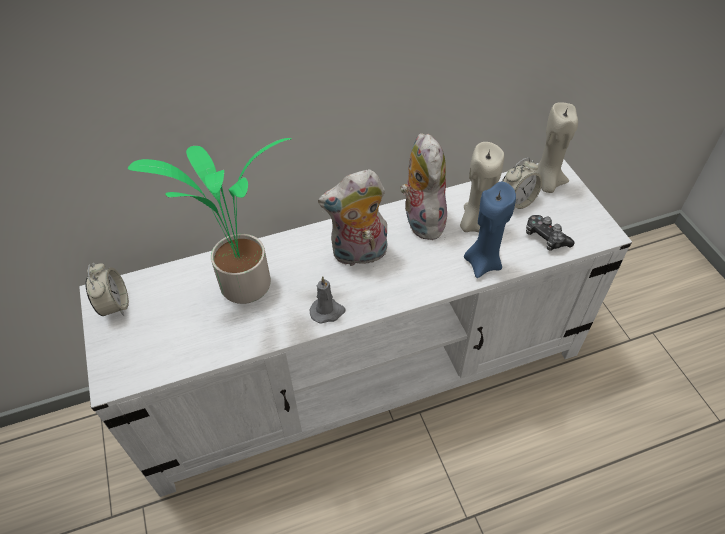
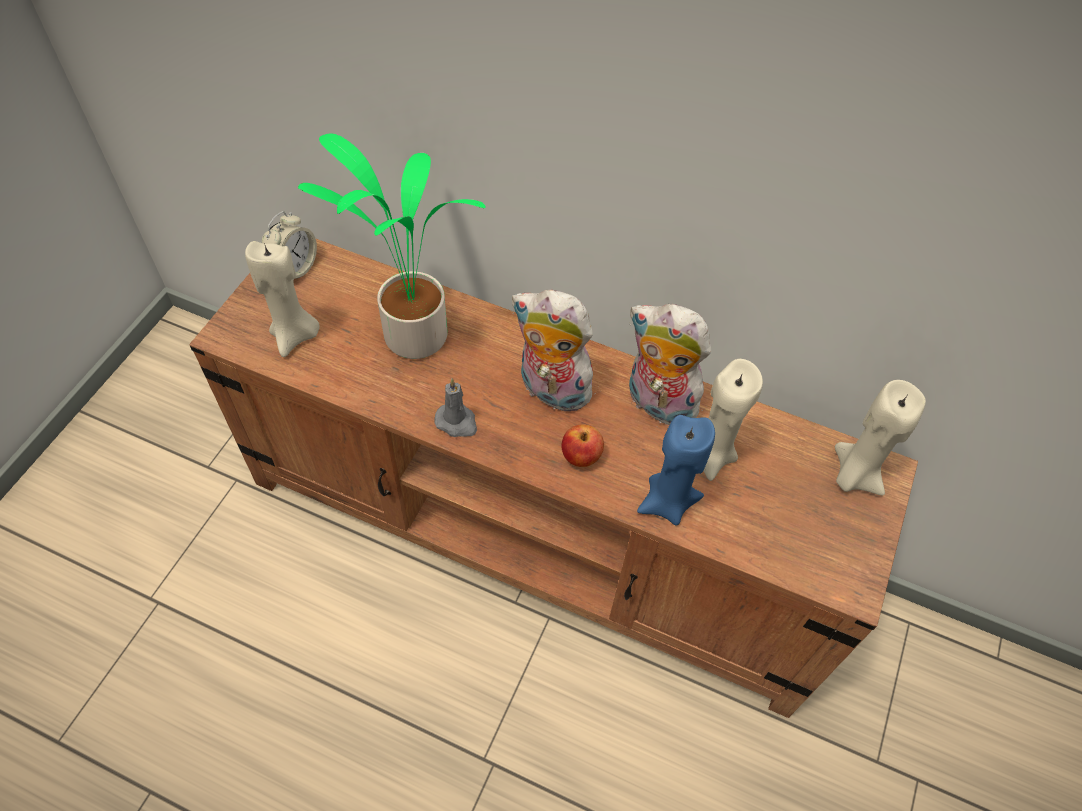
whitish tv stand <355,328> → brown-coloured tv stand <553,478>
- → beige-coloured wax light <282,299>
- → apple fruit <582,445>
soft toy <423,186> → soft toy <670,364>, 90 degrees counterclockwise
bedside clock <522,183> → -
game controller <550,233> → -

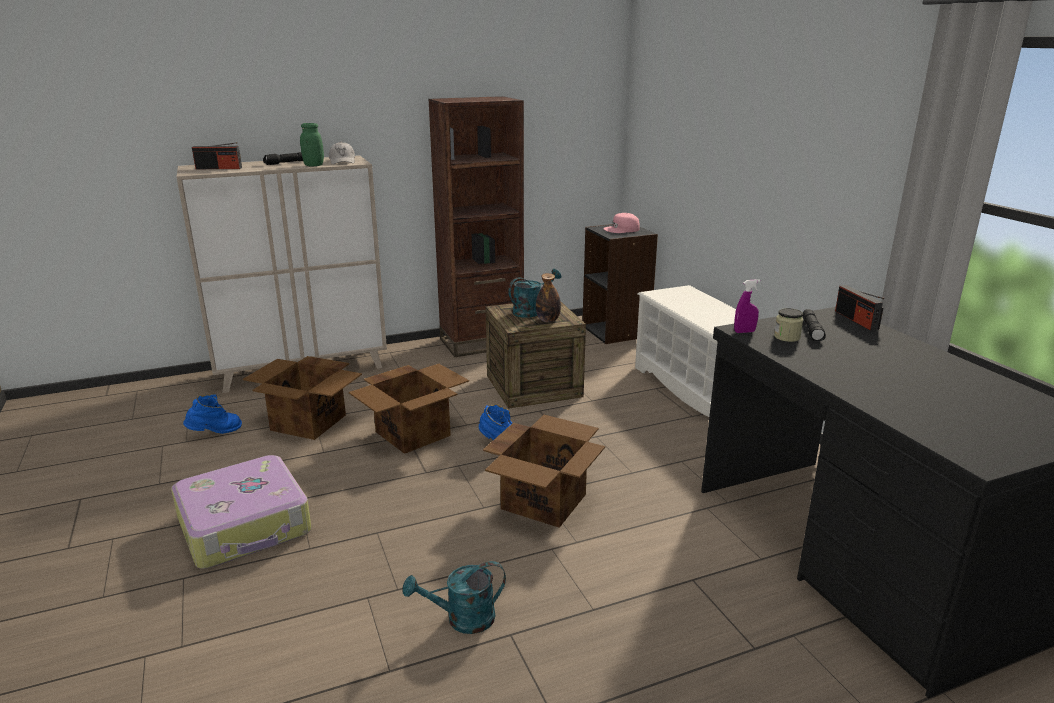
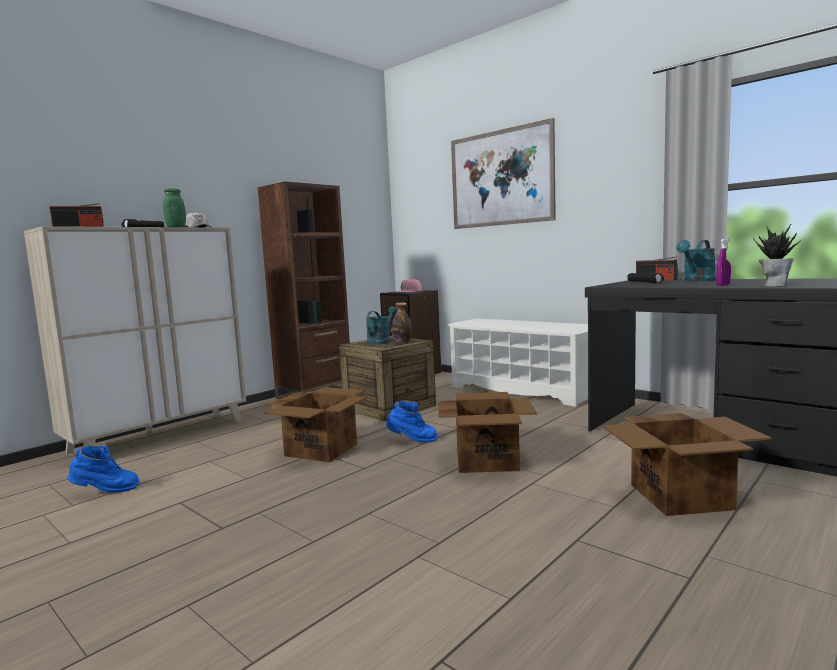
bluish high-top boot <212,414> → bluish high-top boot <103,469>, 45 degrees clockwise
- → picture <503,173>
packing box <302,398> → packing box <687,464>, move
turquoise-coloured watering pot <454,597> → turquoise-coloured watering pot <696,261>, move
purple sprayer <747,306> → purple sprayer <723,262>, move
- → houseplant <777,255>
suitcase <241,512> → -
jar <788,325> → -

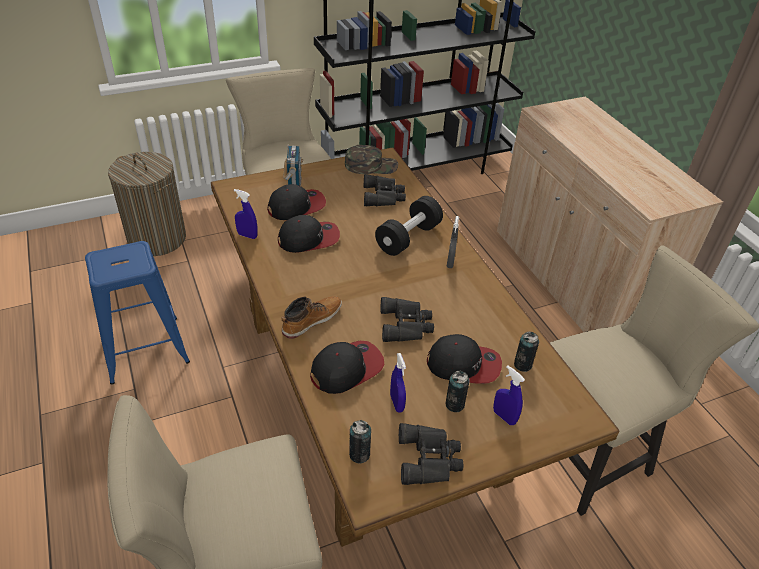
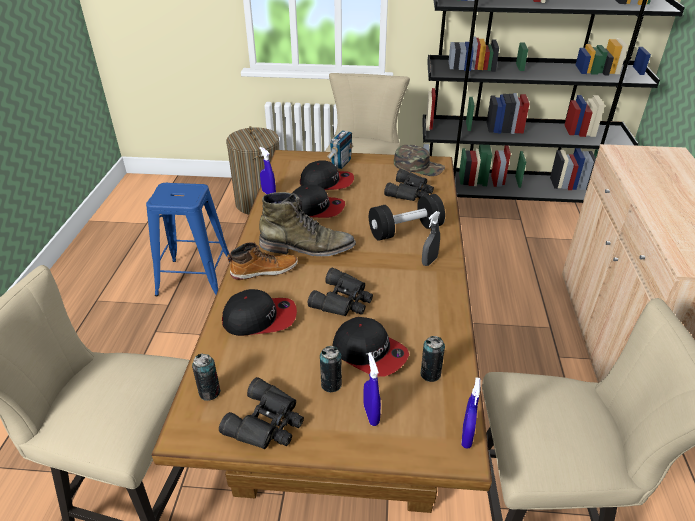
- → green high-top boot <307,224>
bluish sprayer <398,383> → bluish sprayer <471,413>, move

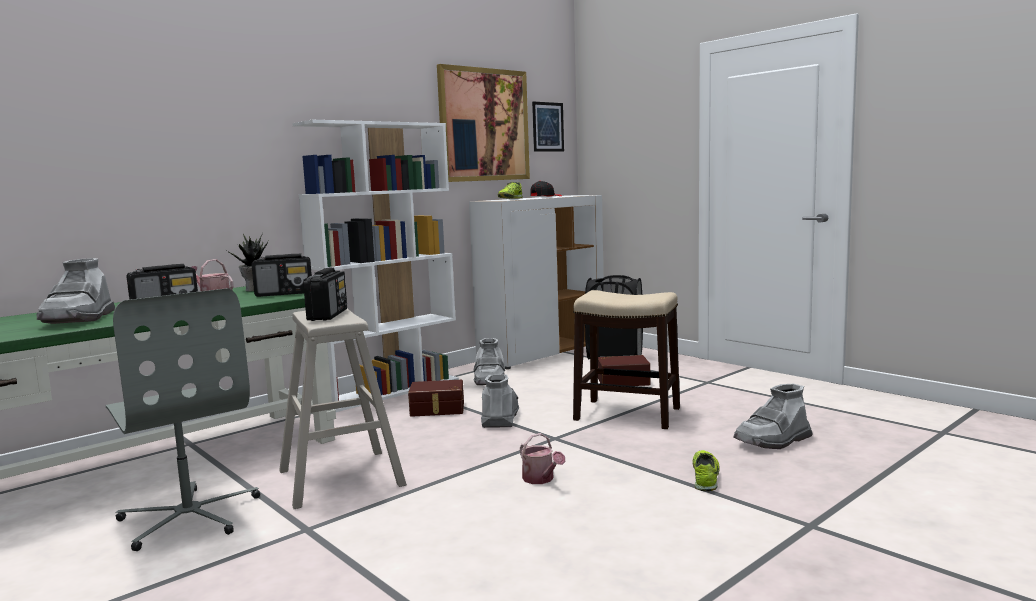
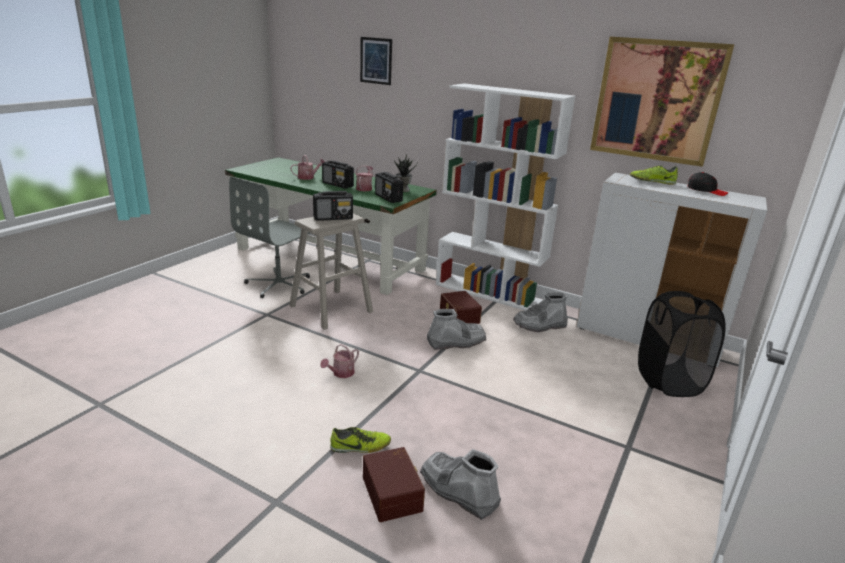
greyish high-top boot <76,291> → watering pot <307,167>
picture <548,126> → picture <376,61>, move
brown-coloured storage container <624,370> → brown-coloured storage container <394,484>, move
sitting stool <626,359> → -

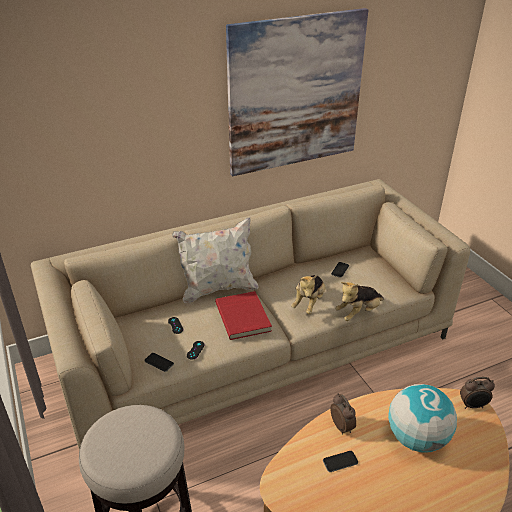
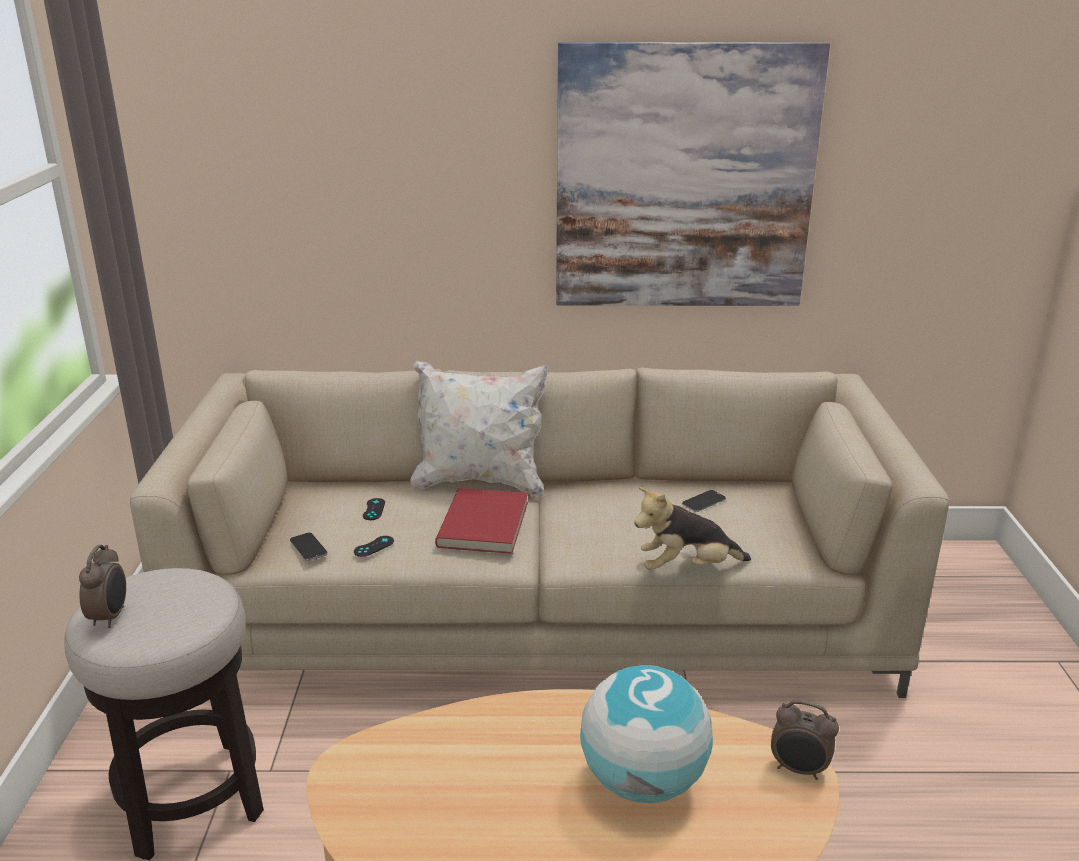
bedside clock <343,414> → bedside clock <102,586>, move
soft toy <308,294> → -
phone <340,461> → -

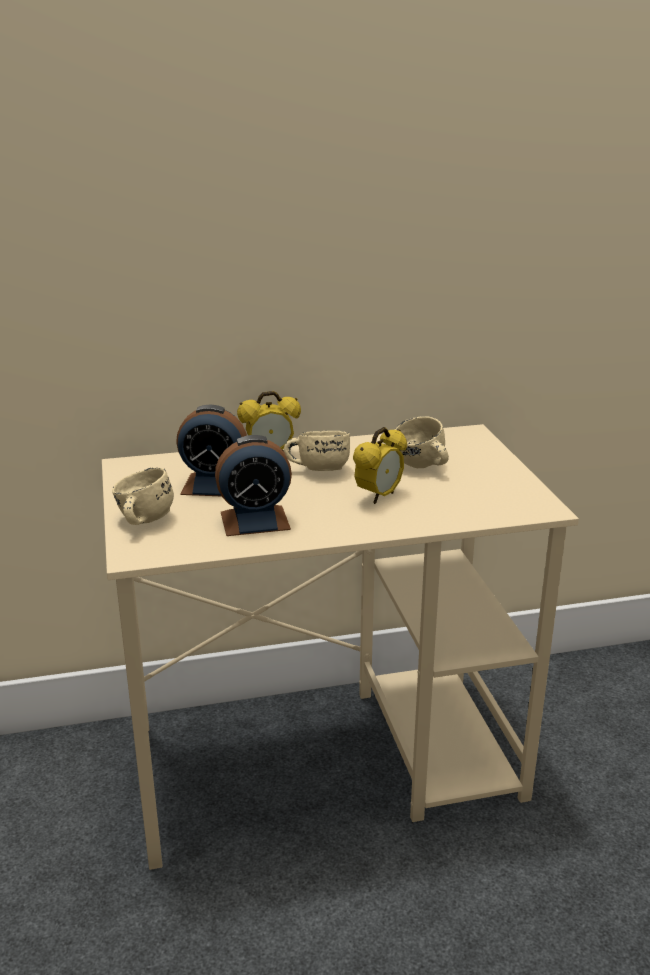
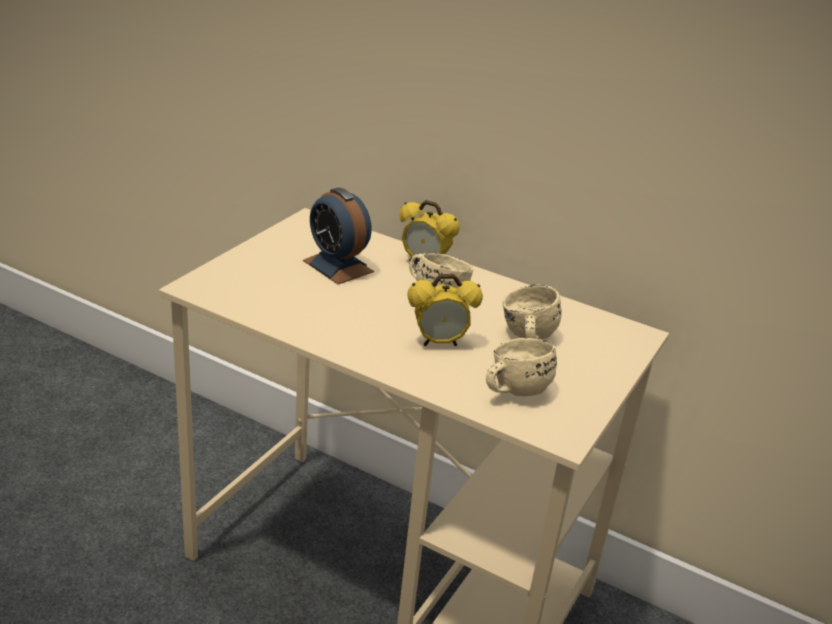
beige-coloured mug <143,496> → beige-coloured mug <521,367>, move
bedside clock <253,485> → -

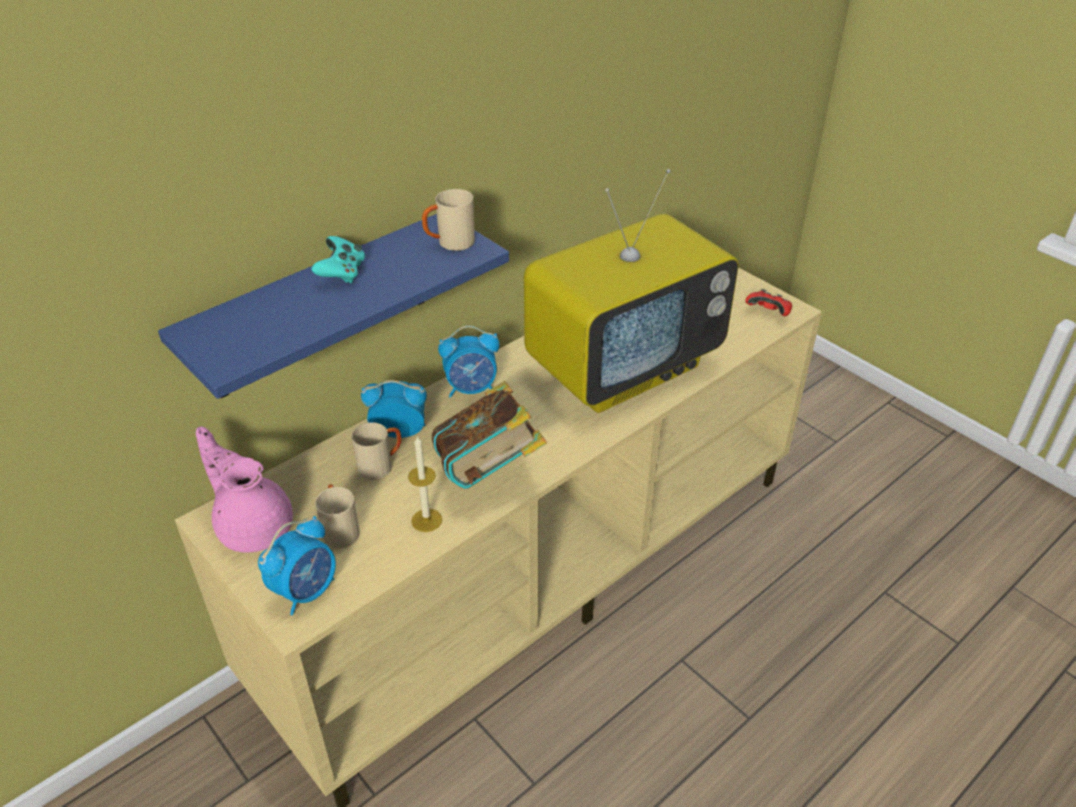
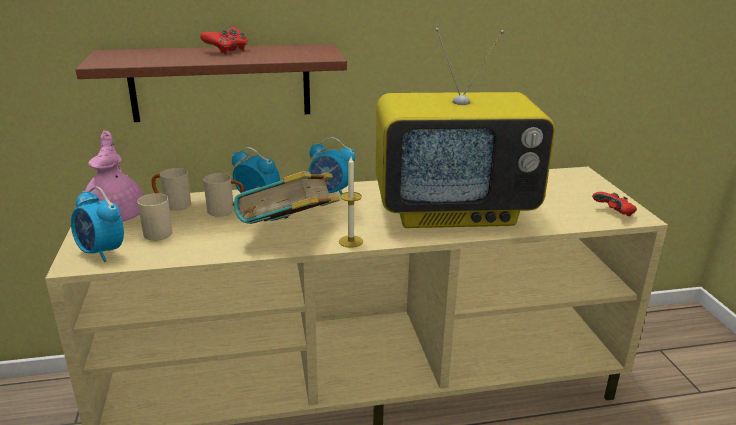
bedside clock <297,565> → bedside clock <97,224>, 60 degrees clockwise
bluish bracket shelf <333,306> → brown-coloured bracket shelf <211,83>
beige-coloured mug <448,220> → beige-coloured mug <171,189>, move
turquoise-coloured game controller <338,260> → reddish game controller <224,40>
wax light <425,483> → wax light <351,202>, move

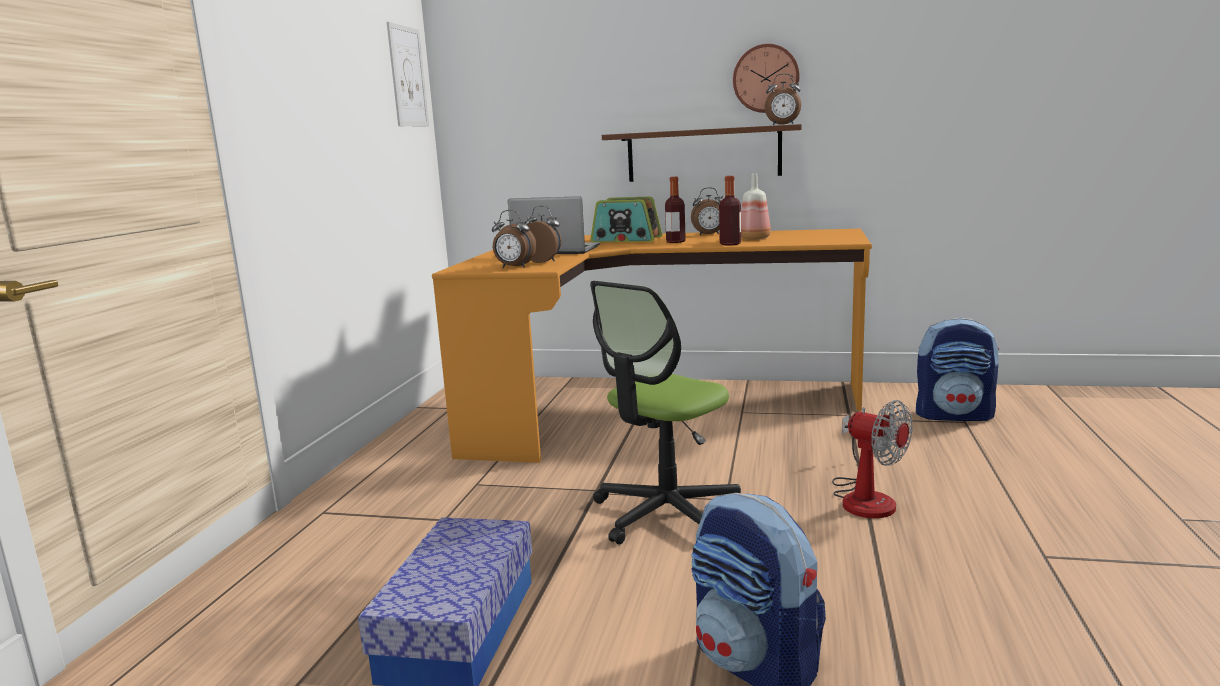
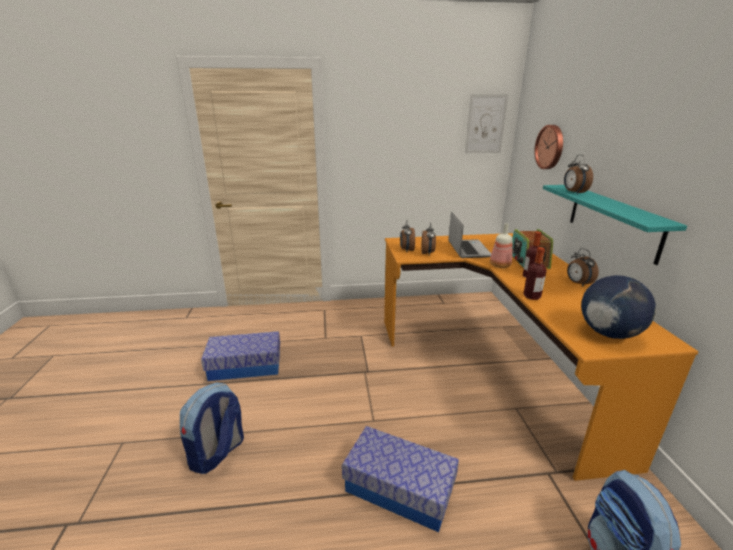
fan <872,459> → storage container <400,479>
drink bottle <756,207> → drink bottle <501,245>, move
hanging clock <766,78> → hanging clock <548,147>, move
brown-coloured bracket shelf <702,153> → turquoise-coloured bracket shelf <615,225>
bedside clock <783,99> → bedside clock <578,175>, move
- → world globe <618,307>
desk chair <665,413> → -

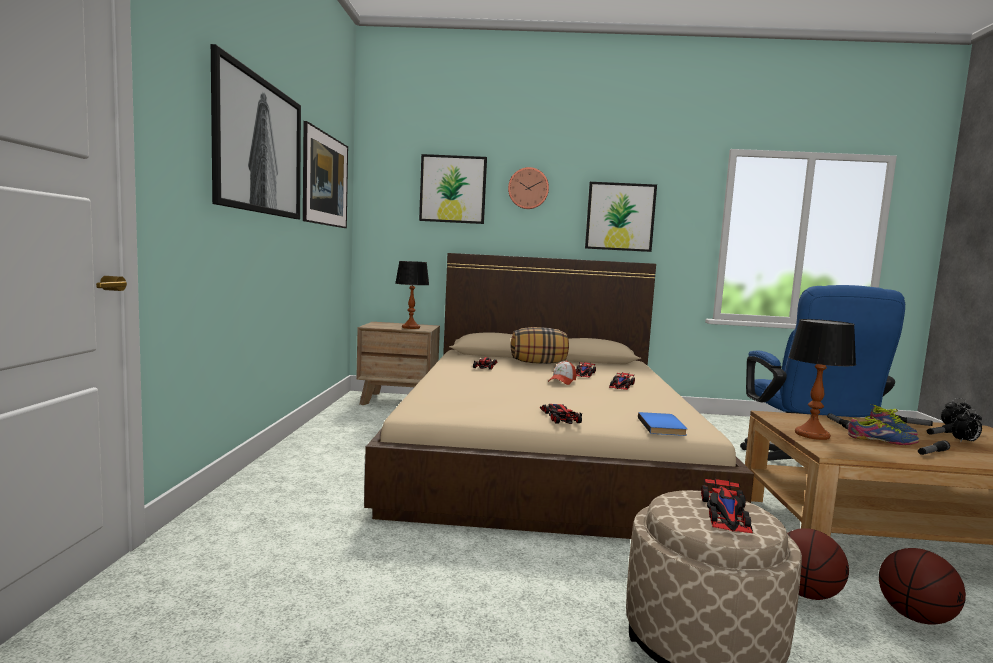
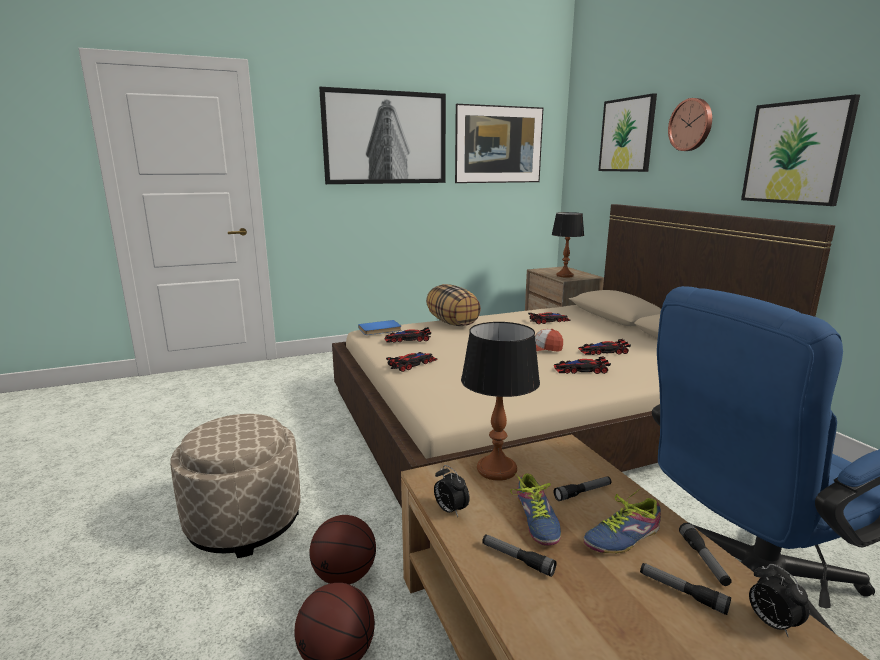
bluish volume <663,424> → bluish volume <380,327>, move
model car <727,506> → model car <408,334>, move
throw pillow <540,345> → throw pillow <453,305>, move
bedside clock <967,425> → bedside clock <451,491>, move

